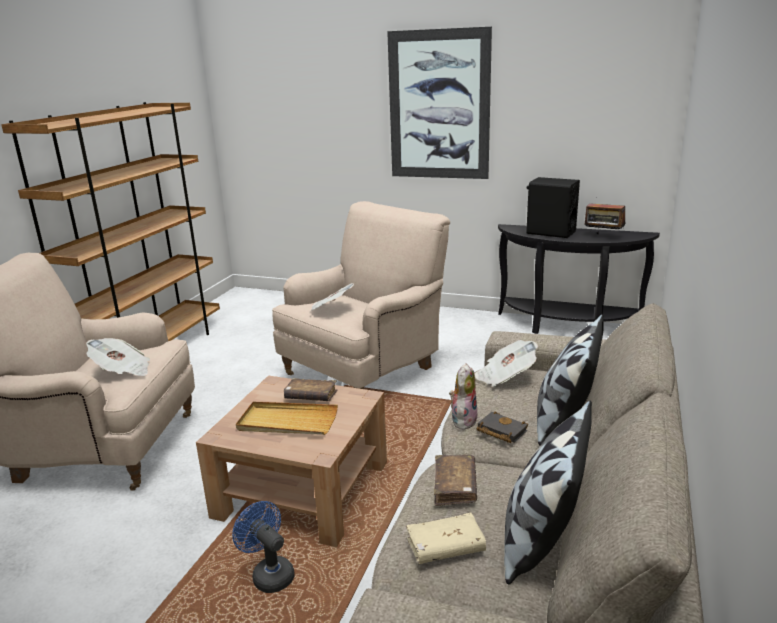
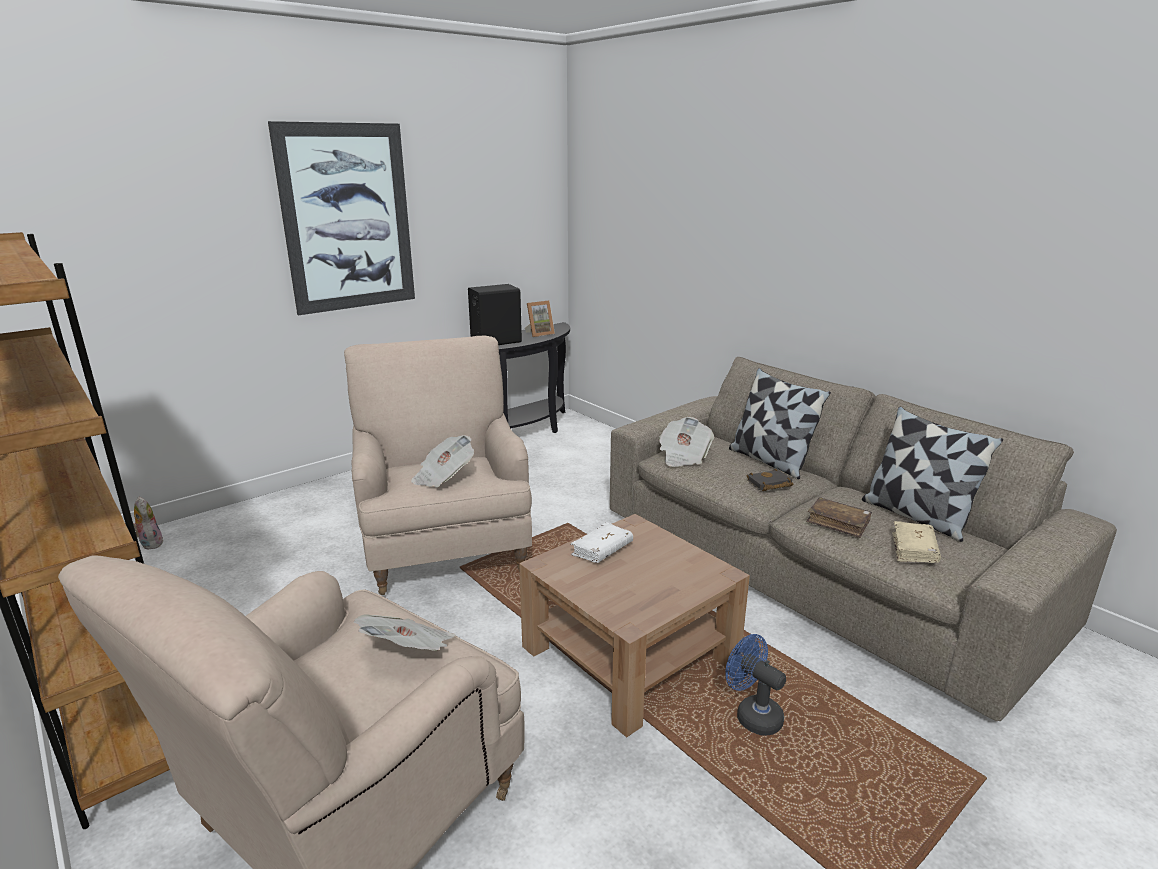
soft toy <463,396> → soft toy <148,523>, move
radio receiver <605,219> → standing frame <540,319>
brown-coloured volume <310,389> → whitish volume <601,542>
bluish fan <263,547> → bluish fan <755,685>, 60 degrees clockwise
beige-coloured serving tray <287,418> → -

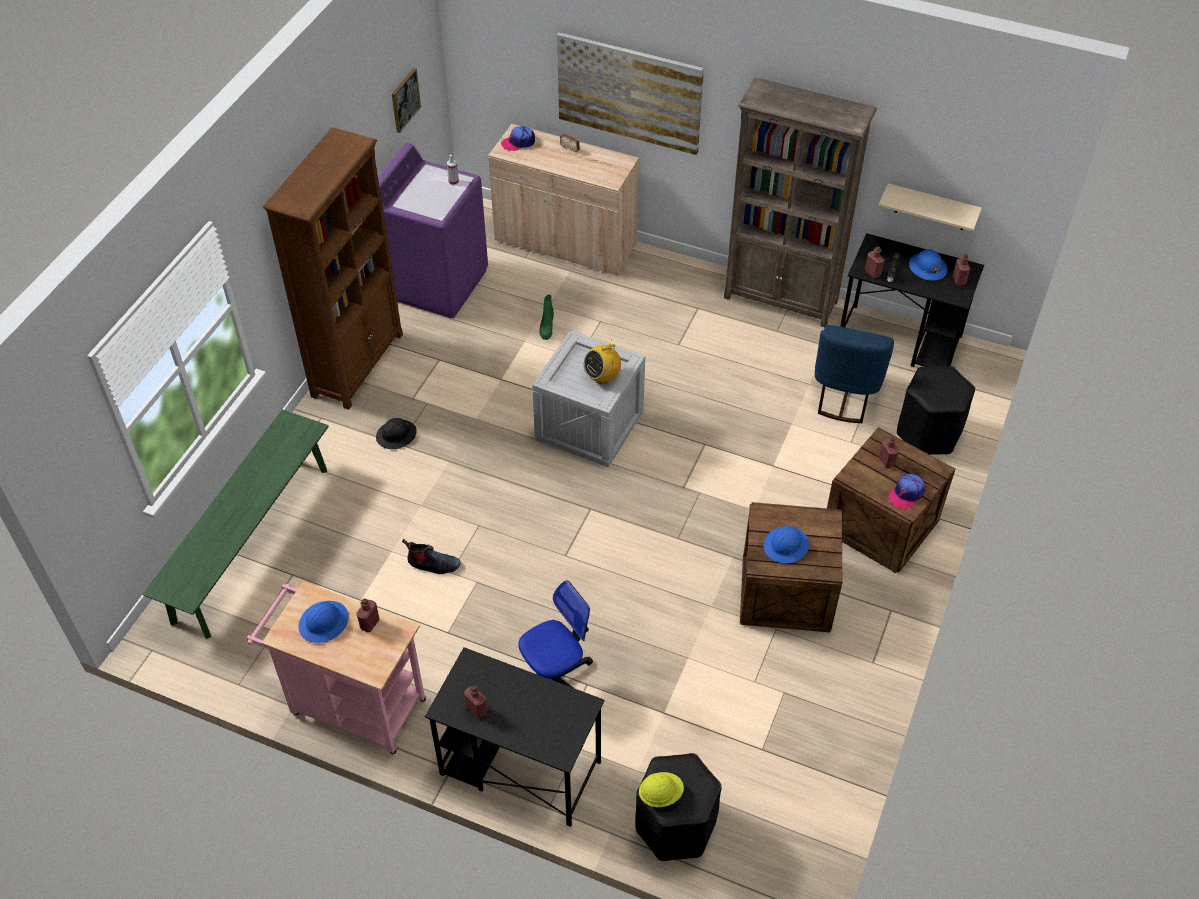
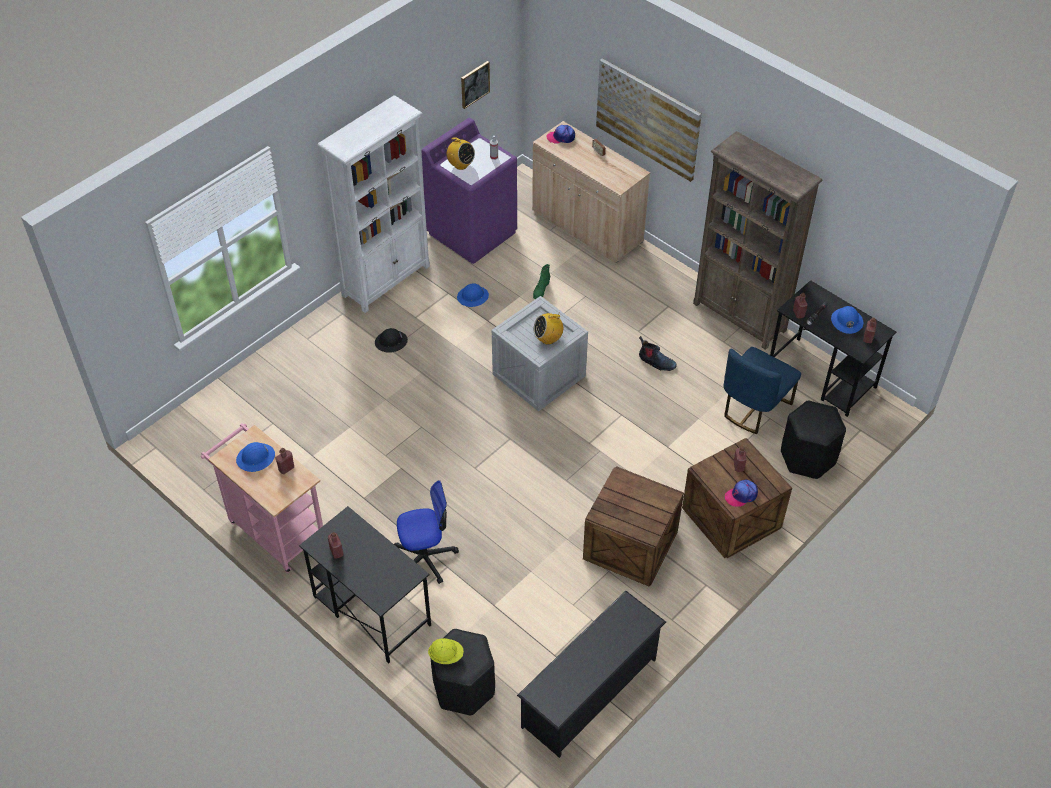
brown-coloured bookshelf <333,268> → whitish bookshelf <374,204>
- → radio receiver <460,153>
bluish safety helmet <786,544> → bluish safety helmet <473,295>, move
- → black shoe stand <591,674>
high-top boot <431,556> → high-top boot <658,353>, move
green long seat <235,524> → -
beige-coloured bracket shelf <930,207> → -

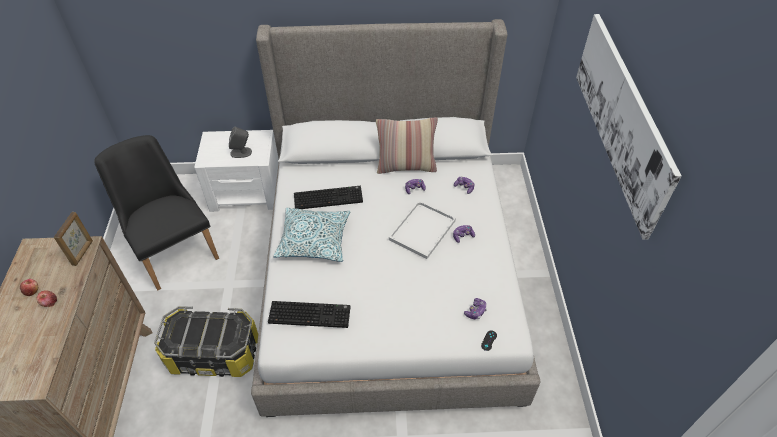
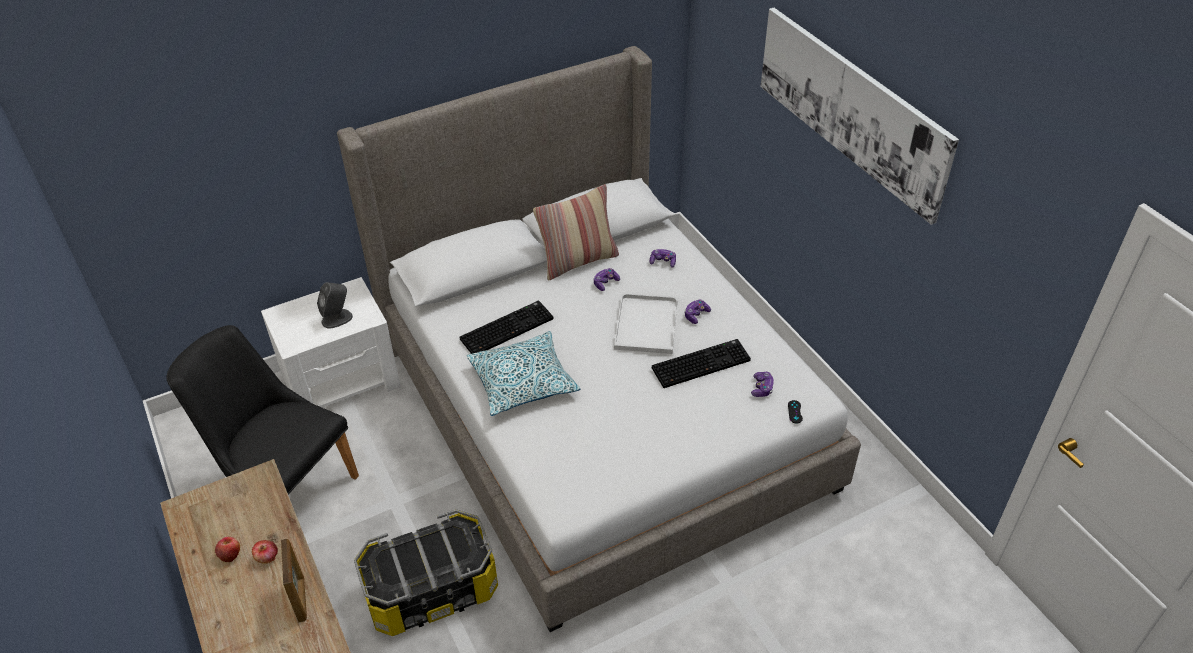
standing frame <73,239> → standing frame <294,580>, move
keyboard <309,314> → keyboard <701,363>, move

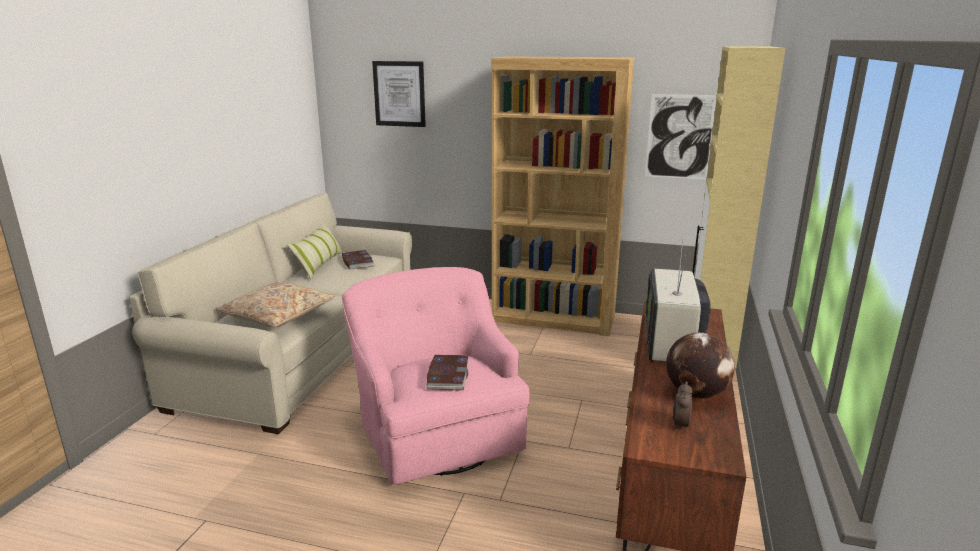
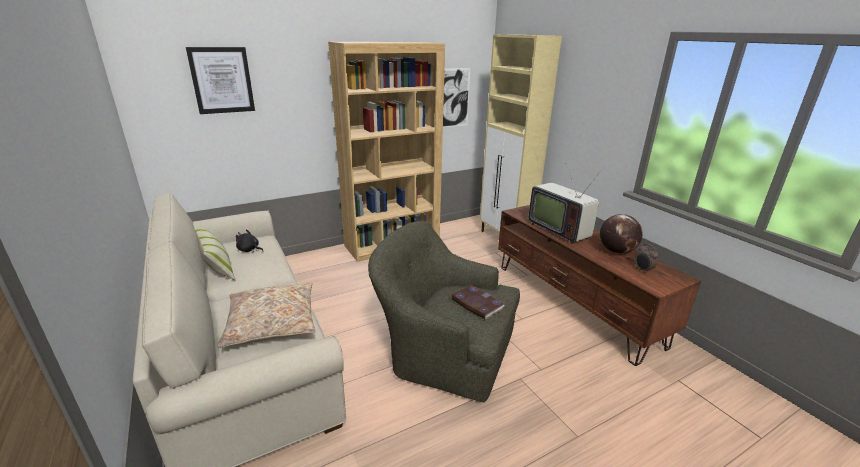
volume <358,260> → black soft toy <249,240>
pink-coloured lounge chair <435,376> → green lounge chair <444,311>

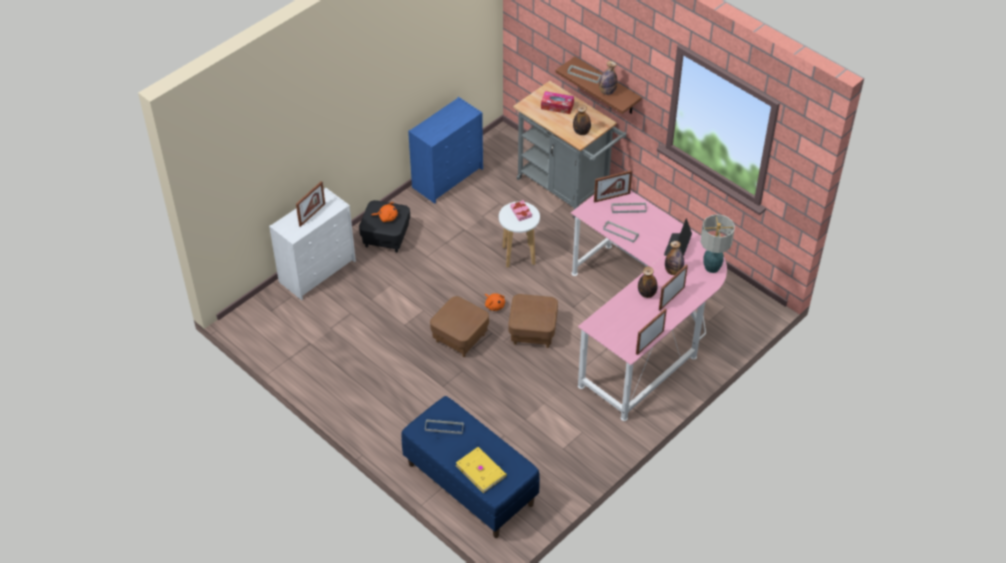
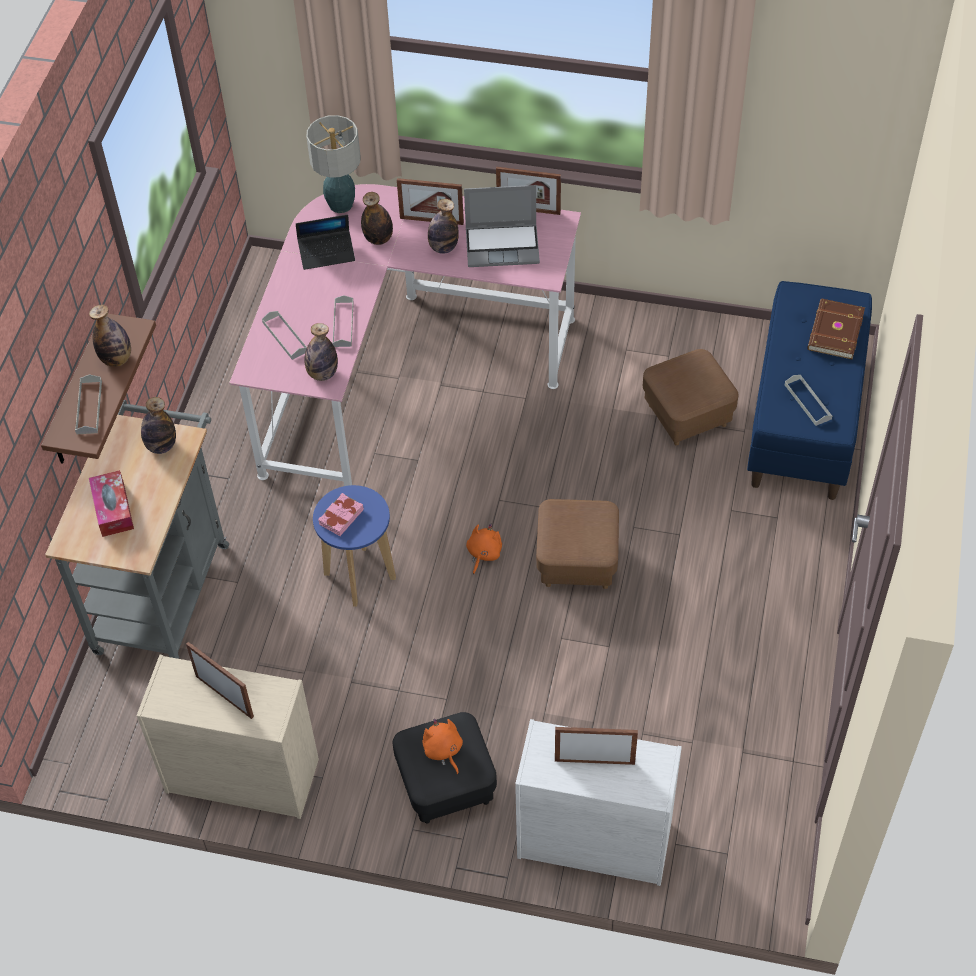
bluish dresser <445,150> → beige-coloured dresser <228,737>
standing frame <613,186> → standing frame <220,680>, move
- → drink bottle <321,352>
whitish sitting stool <519,234> → bluish sitting stool <354,546>
- → notebook computer <502,226>
brown-coloured footrest <533,321> → brown-coloured footrest <690,397>, move
yellowish volume <481,470> → brown-coloured volume <836,329>

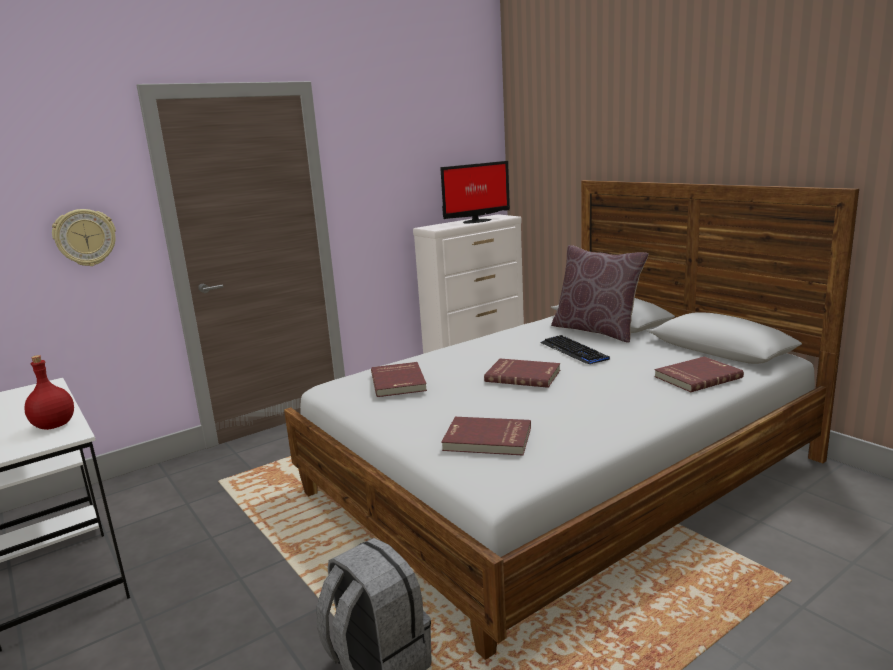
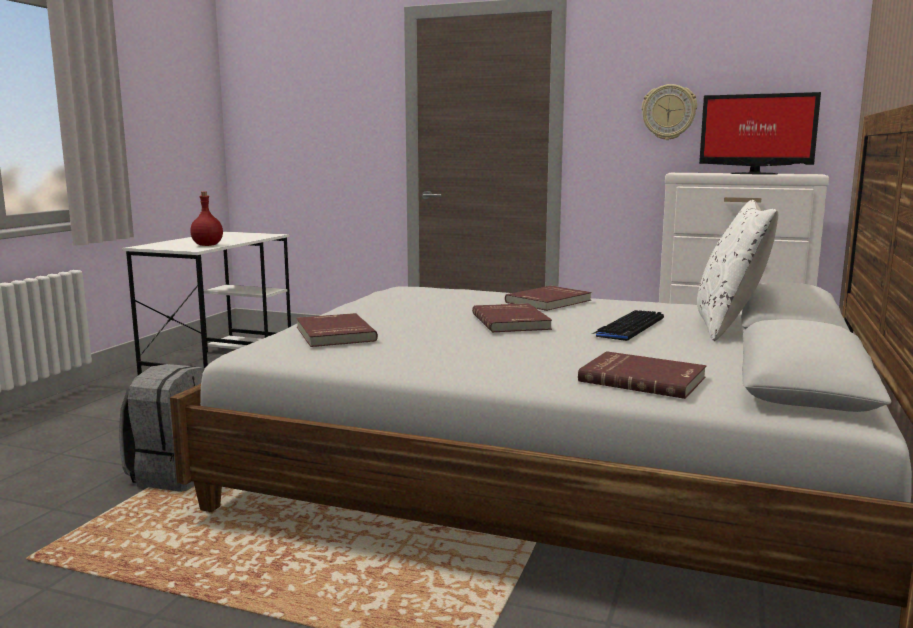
reddish volume <399,379> → reddish volume <548,298>, move
hanging clock <84,237> → hanging clock <669,112>, move
brown-coloured throw pillow <600,294> → whitish throw pillow <737,270>

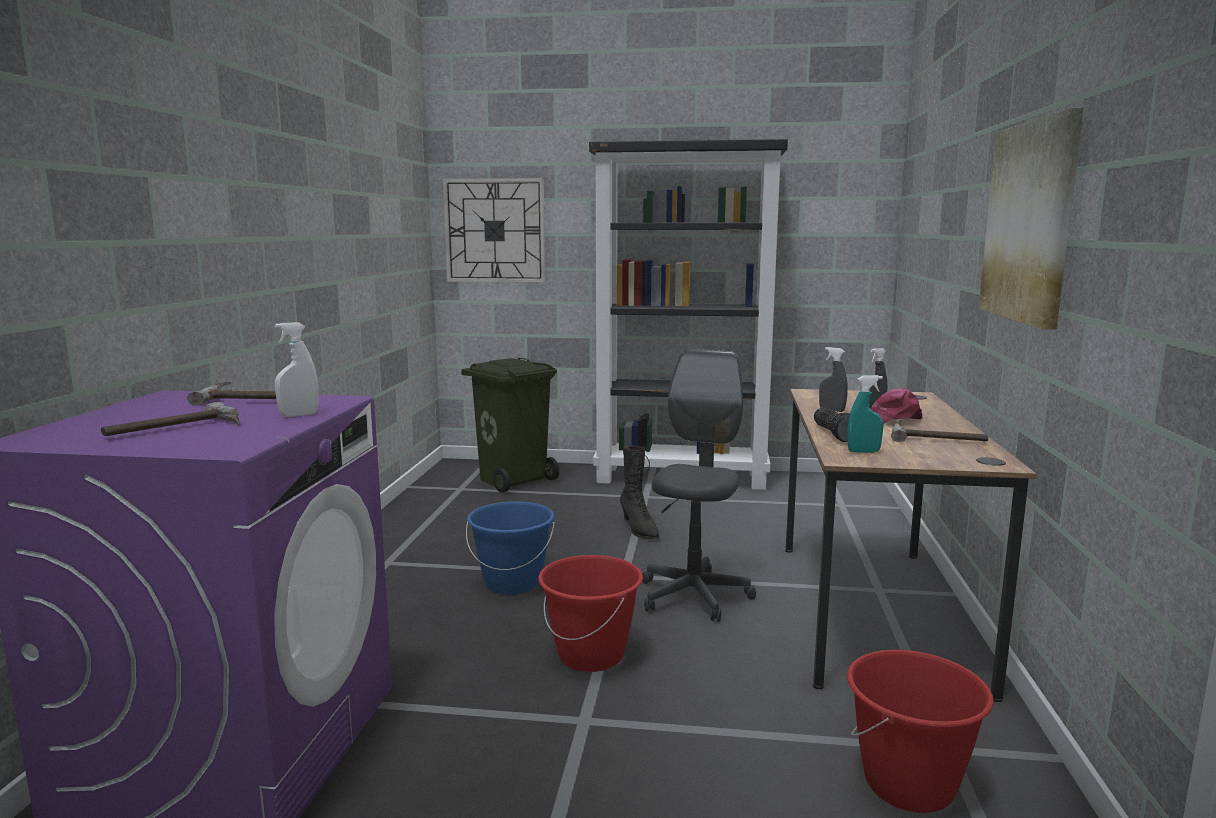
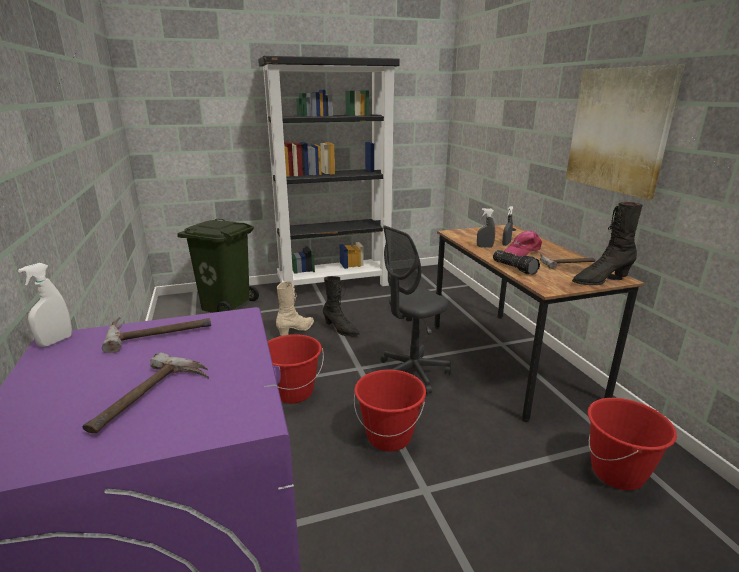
whitish sprayer <297,369> → whitish sprayer <45,305>, move
bluish water bucket <510,548> → reddish water bucket <296,369>
- → beige-coloured high-top boot <295,308>
greyish desk chair <699,485> → greyish desk chair <415,310>, 120 degrees counterclockwise
- → black high-top boot <607,243>
hanging clock <494,230> → -
turquoise-coloured sprayer <865,414> → -

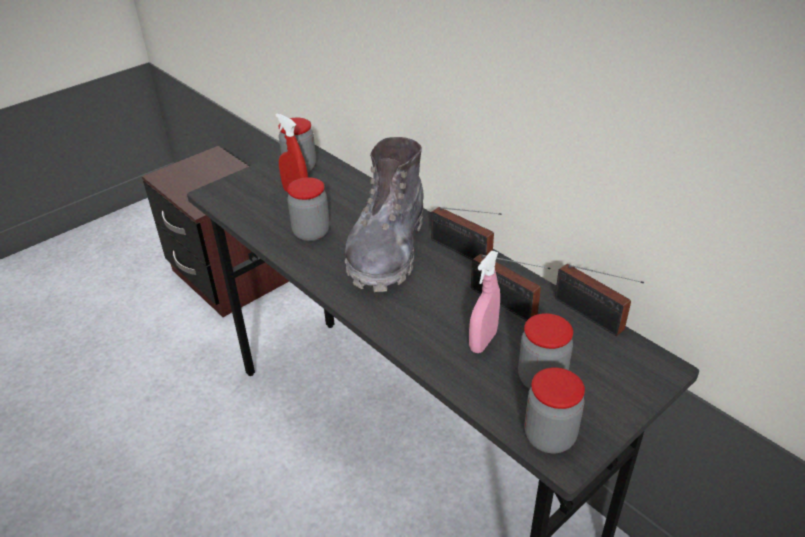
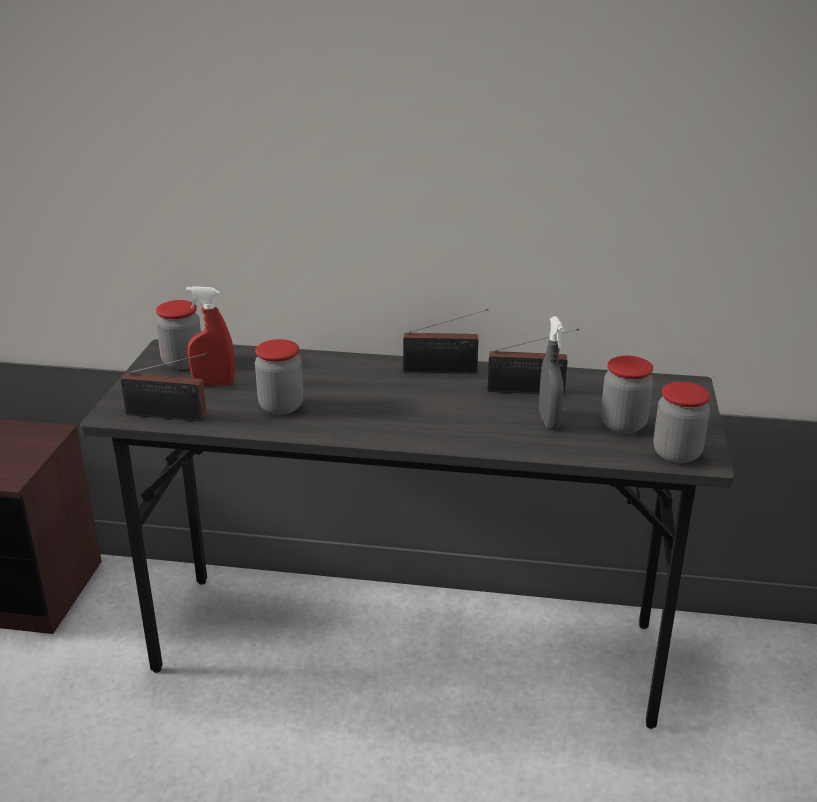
radio receiver <599,300> → radio receiver <164,387>, move
pink-coloured sprayer <484,302> → greyish sprayer <551,372>
greyish high-top boot <384,214> → -

